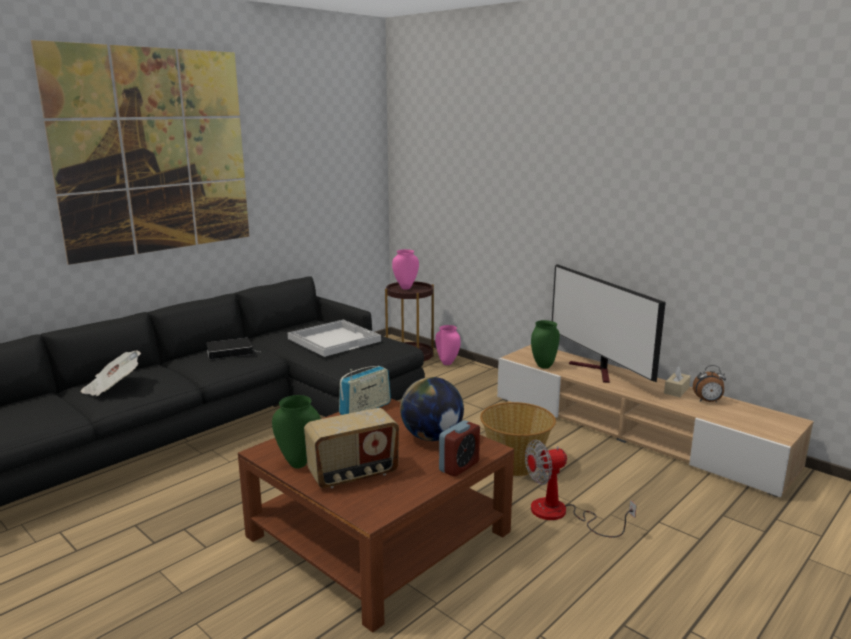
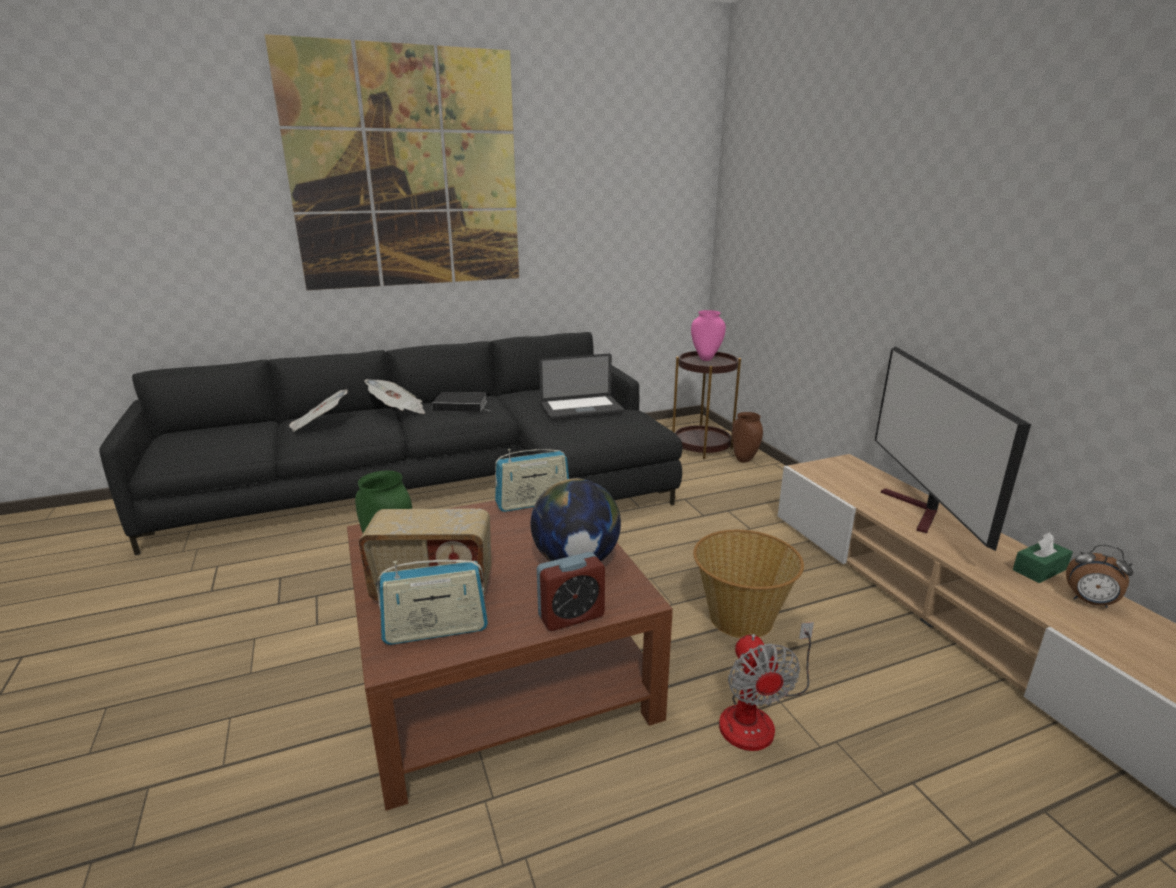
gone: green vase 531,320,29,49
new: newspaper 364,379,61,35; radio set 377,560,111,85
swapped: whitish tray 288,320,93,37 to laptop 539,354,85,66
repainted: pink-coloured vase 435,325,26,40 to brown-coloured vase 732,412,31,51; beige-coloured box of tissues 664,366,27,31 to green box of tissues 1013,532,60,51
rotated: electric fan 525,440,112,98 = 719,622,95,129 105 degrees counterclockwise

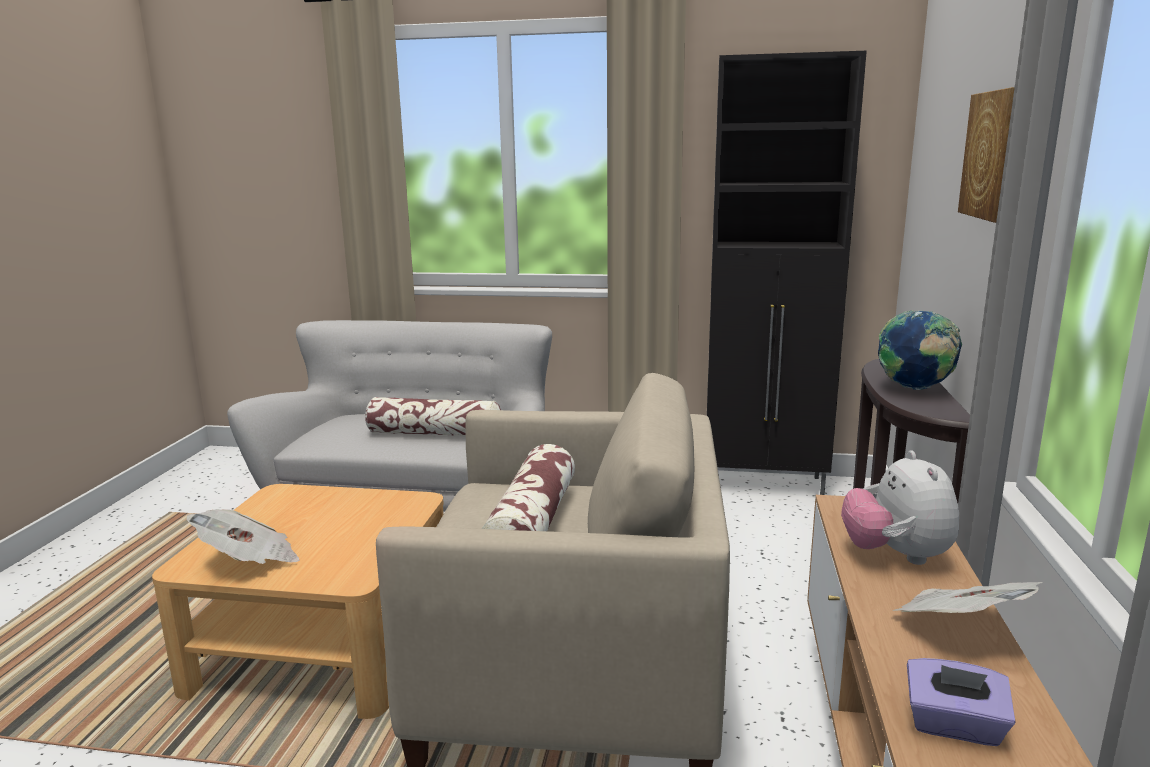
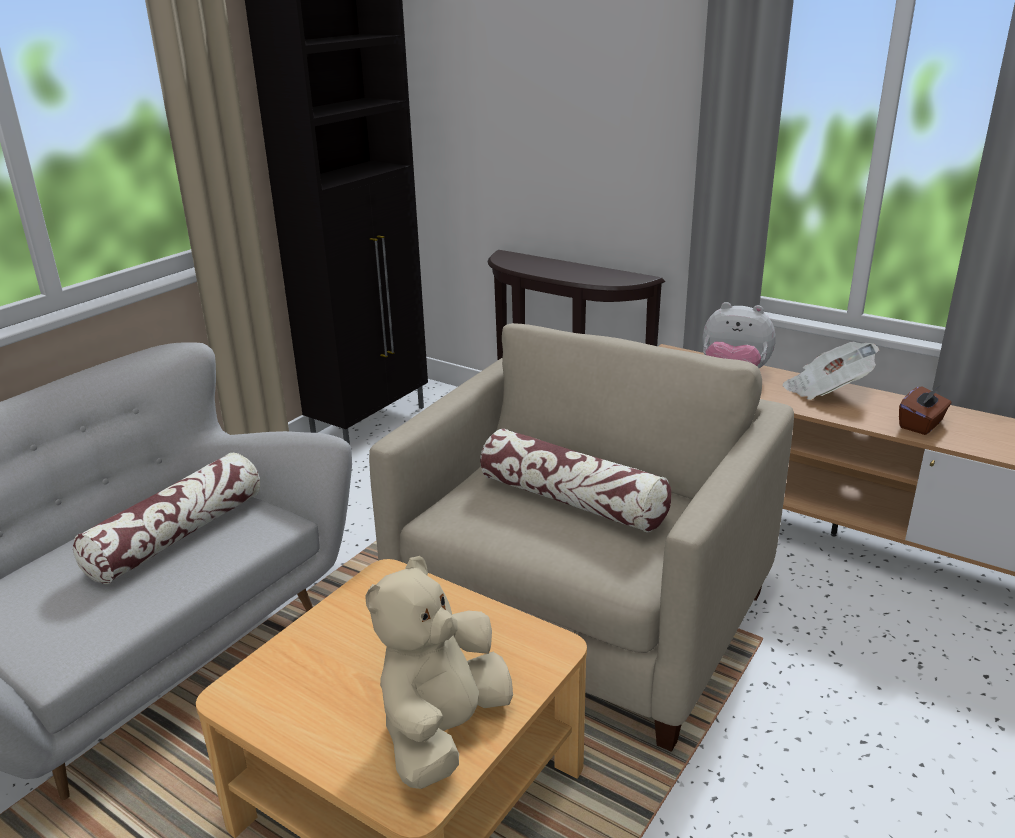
gone: globe 878,310,84,80; wall picture 958,87,57,136
swapped: newspaper 186,509,114,55 to beige-coloured cuddly toy 365,556,148,233
repainted: purplish box of tissues 907,658,109,88 to brown-coloured box of tissues 899,386,53,49

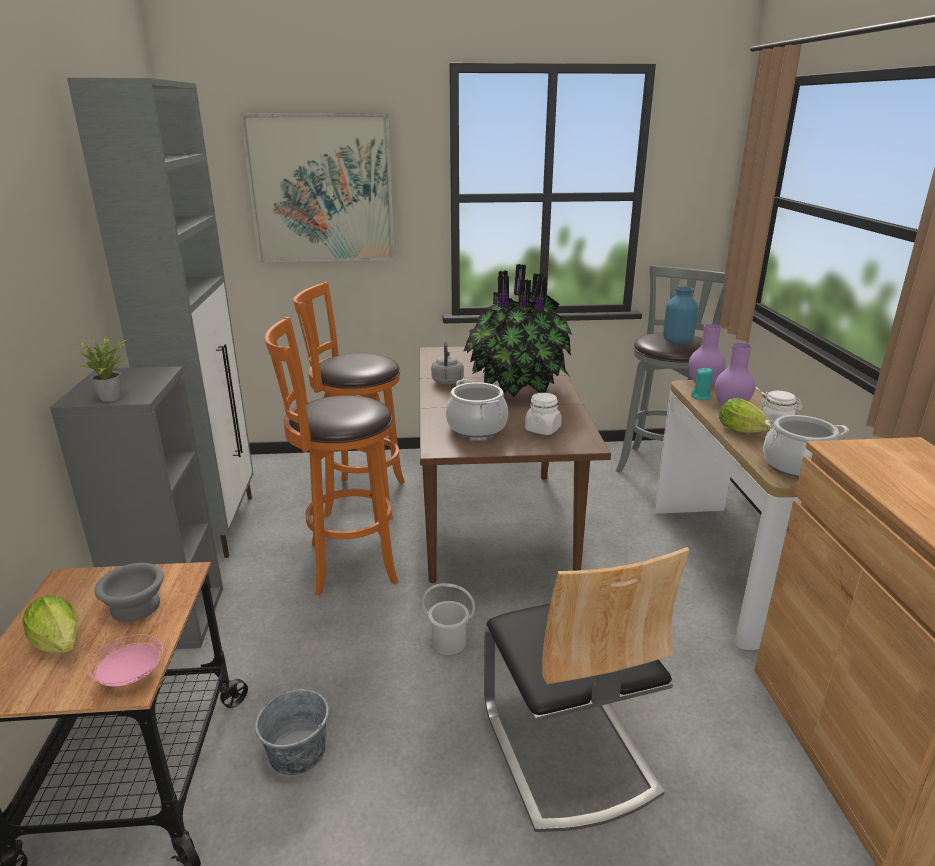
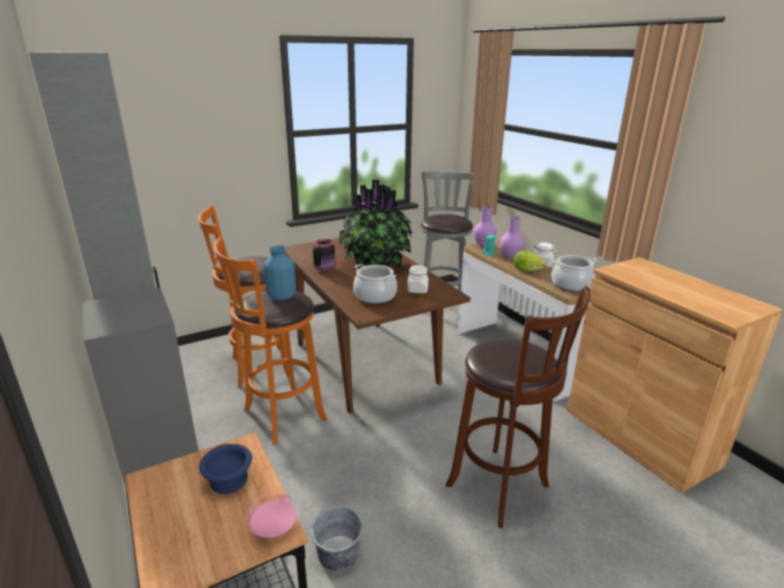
gone: head of lettuce 22,595,56,58; plant in a pot 75,336,53,66; wall picture 240,114,155,148; whitish water bucket 422,583,53,72
shifted: blue vase 663,286,35,58 to 264,246,32,55
swapped: gray kettle 431,342,33,42 to black-coloured preserve jar 313,239,22,33; upright chair 484,547,206,285 to brown-coloured stool seat 446,286,144,242
repainted: gray deep dish 94,563,70,59 to blue deep dish 199,444,53,50

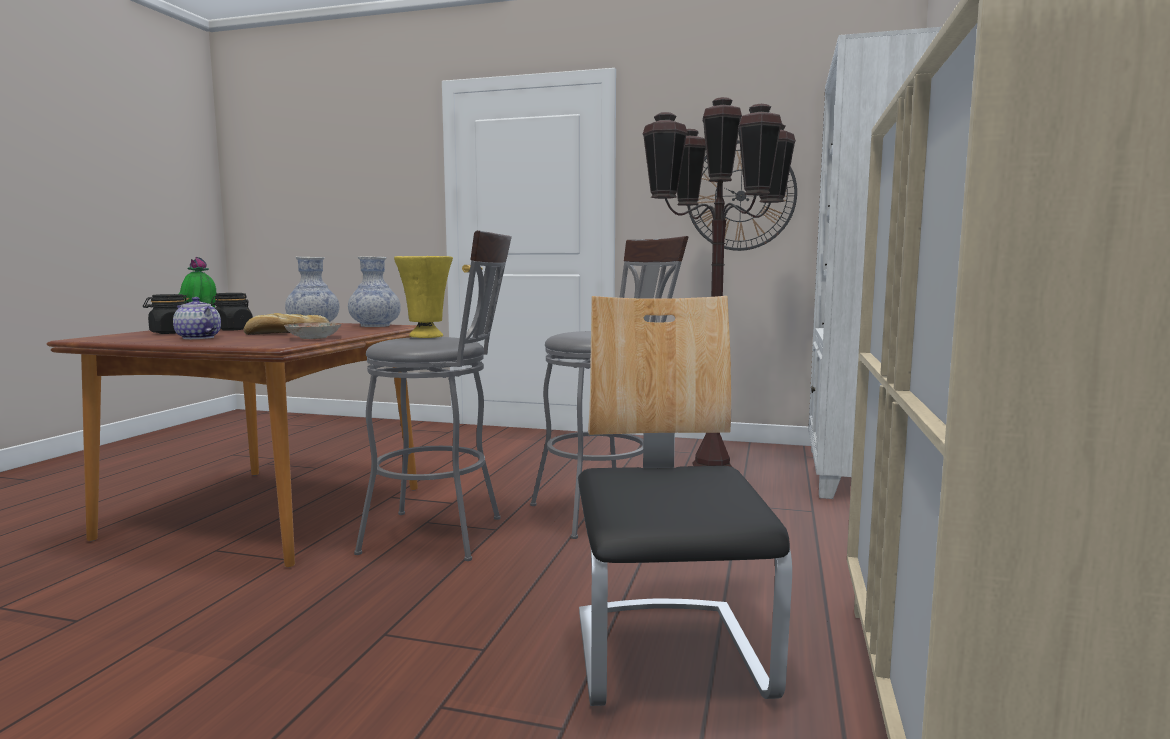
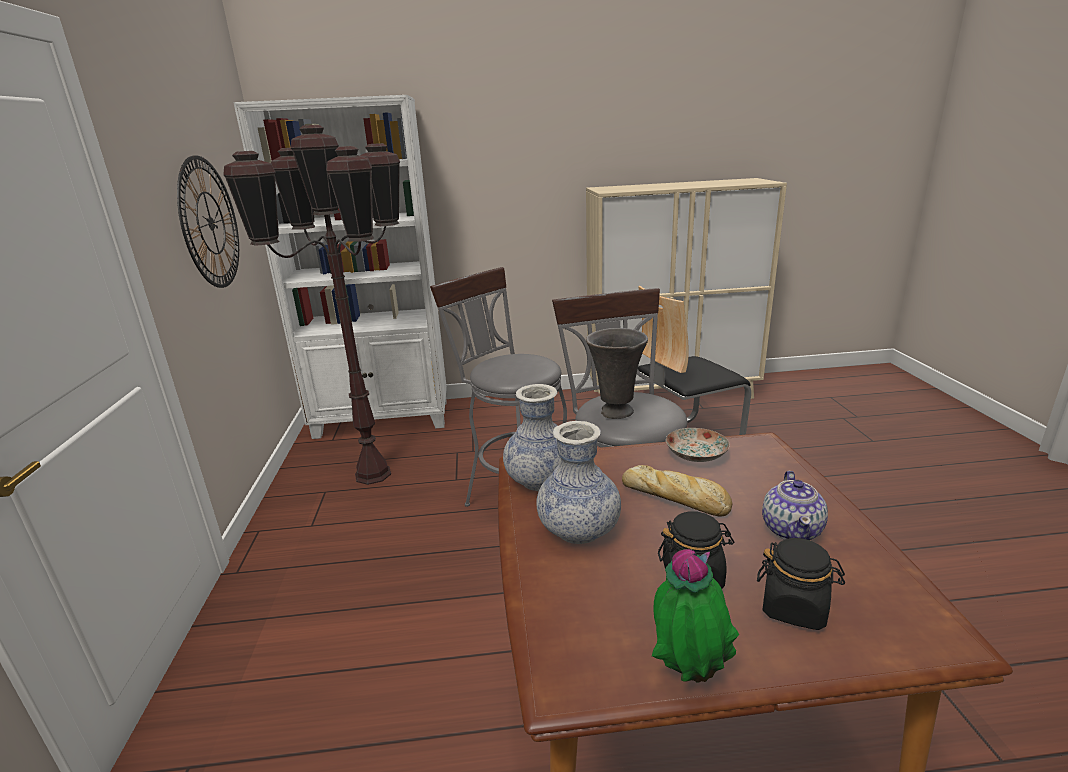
repainted: yellow vase 394,256,59,82 to gray vase 586,328,62,91

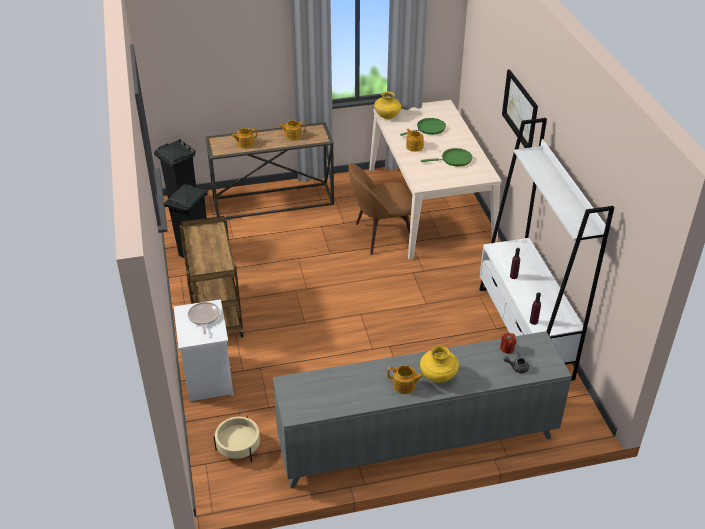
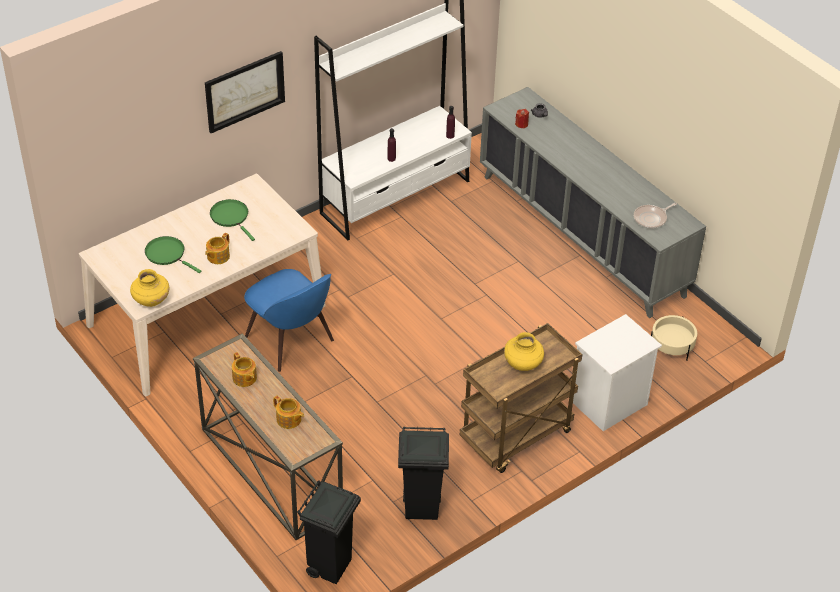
gone: pot for tea 387,365,37,29
shifted: skillet 188,302,32,32 to 634,203,43,26; yellow vase 420,346,39,37 to 504,332,40,39
repainted: brown-coloured upright chair 348,163,64,92 to blue upright chair 244,269,90,103

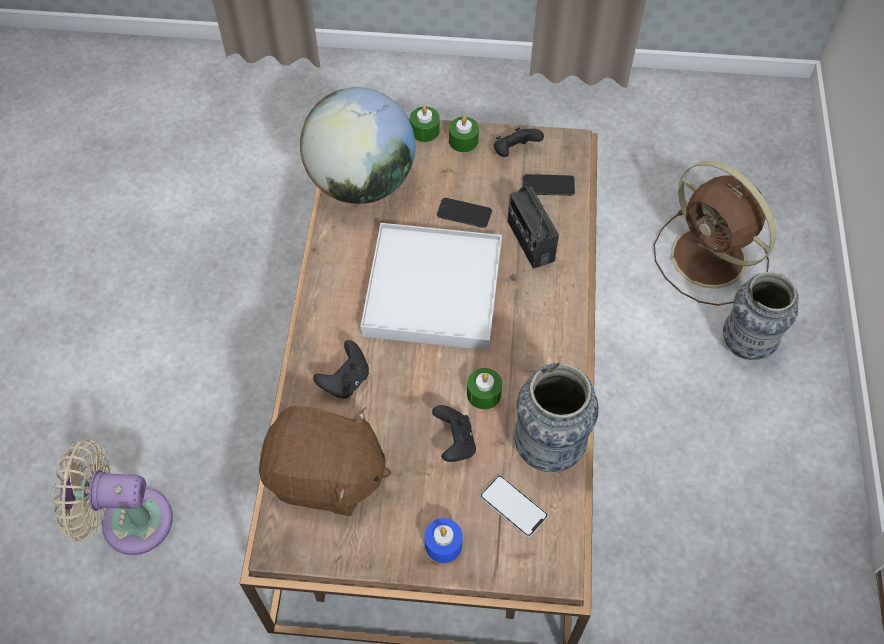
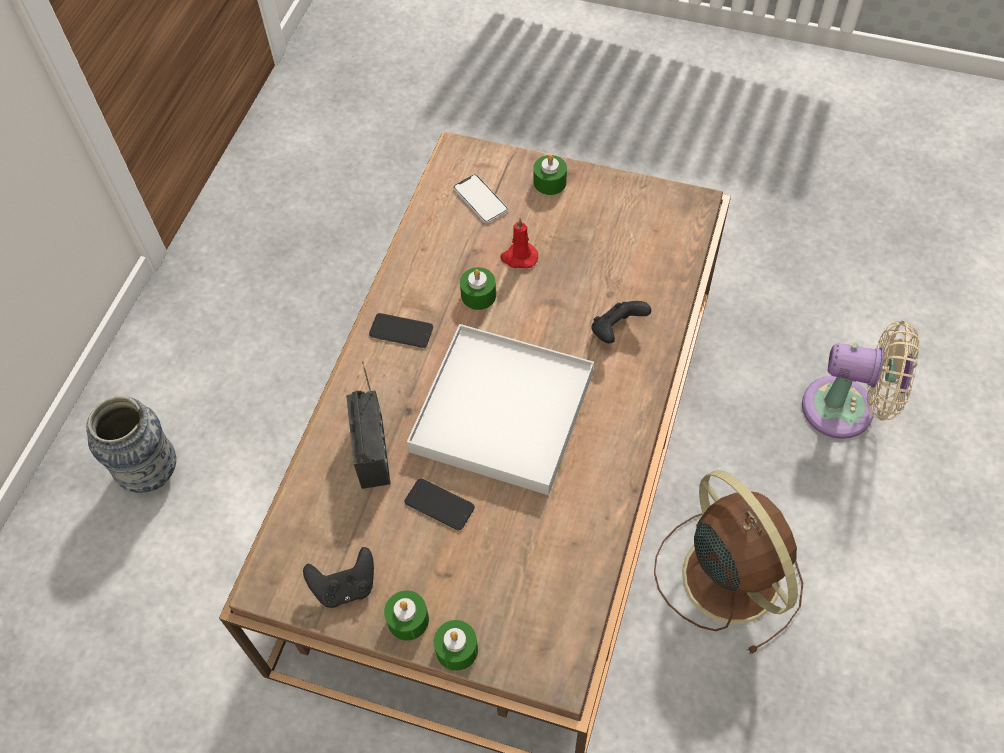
gone: brown-coloured cuddly toy 259,406,132,110; globe 300,87,115,117; vase 514,363,85,109
shifted: handset 523,174,52,22 to 369,313,64,35; brown-coloured electric fan 654,161,122,145 to 654,470,149,184
swapped: black-coloured joypad 432,405,44,57 to red-coloured wax candle 500,218,38,50
repainted: blue wax candle 424,518,39,45 to green wax candle 533,155,34,40

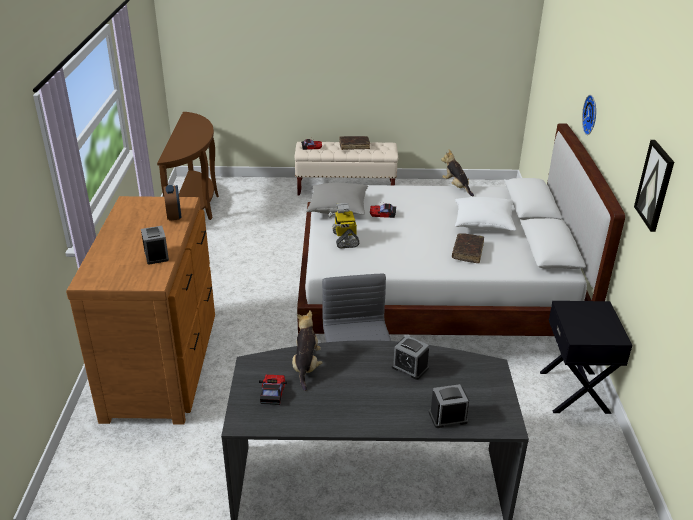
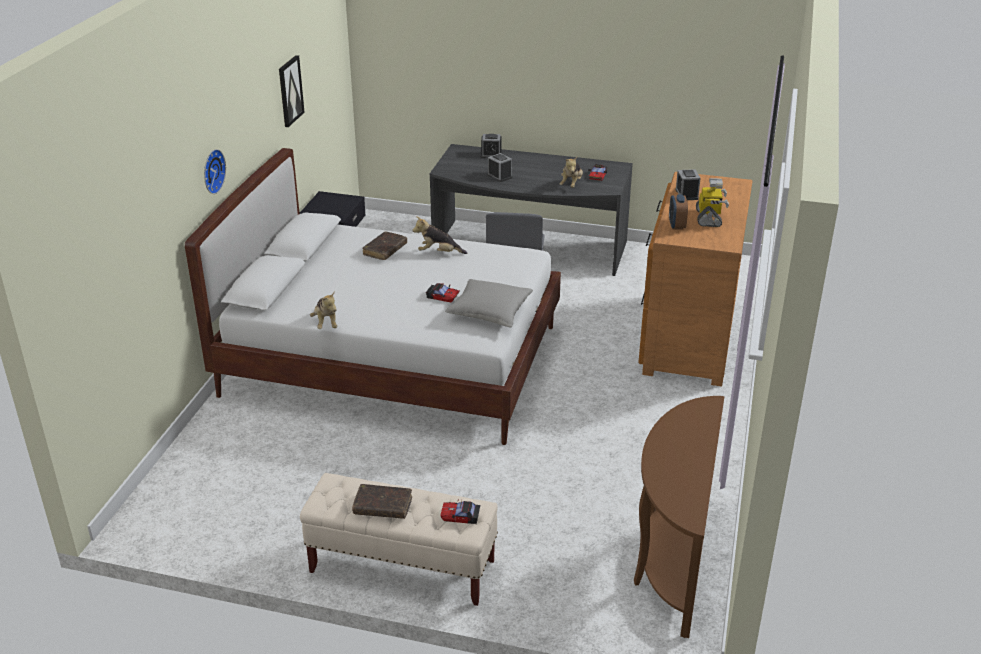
gone: whitish throw pillow 455,197,61,34
new: cuddly toy 412,216,55,38
shifted: model robot 328,203,31,45 to 696,178,33,49

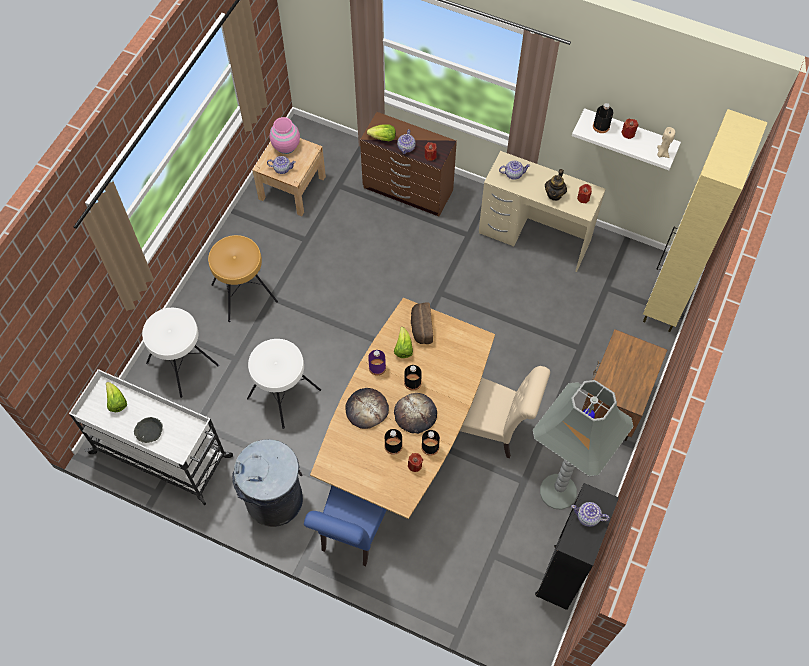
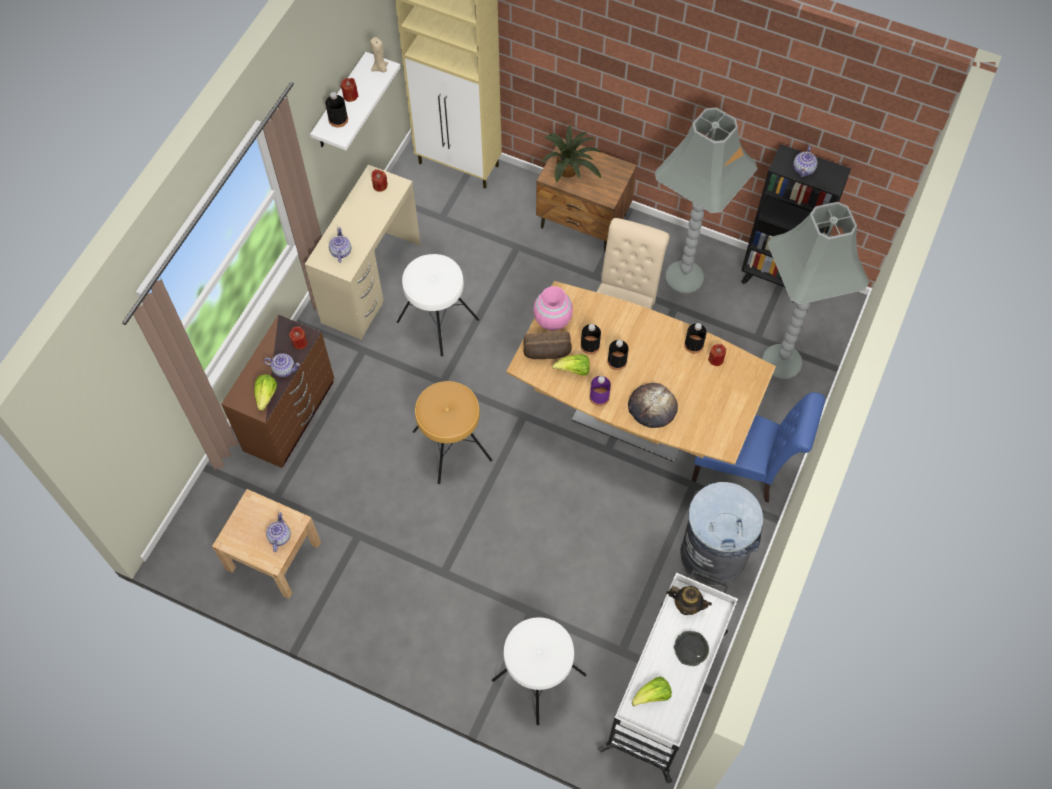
gone: bakery bread 394,393,43,41
new: plant in a pot 541,125,60,58; gray standing lamp 762,202,107,177
shifted: brown-coloured stool seat 208,235,70,87 to 413,381,79,103; whitish stool seat 247,339,74,90 to 397,254,82,102; pink-coloured vase 269,117,31,37 to 533,286,40,45; black-coloured bottle 385,429,18,26 to 580,324,21,30; pot for tea 545,169,22,32 to 667,586,45,29

